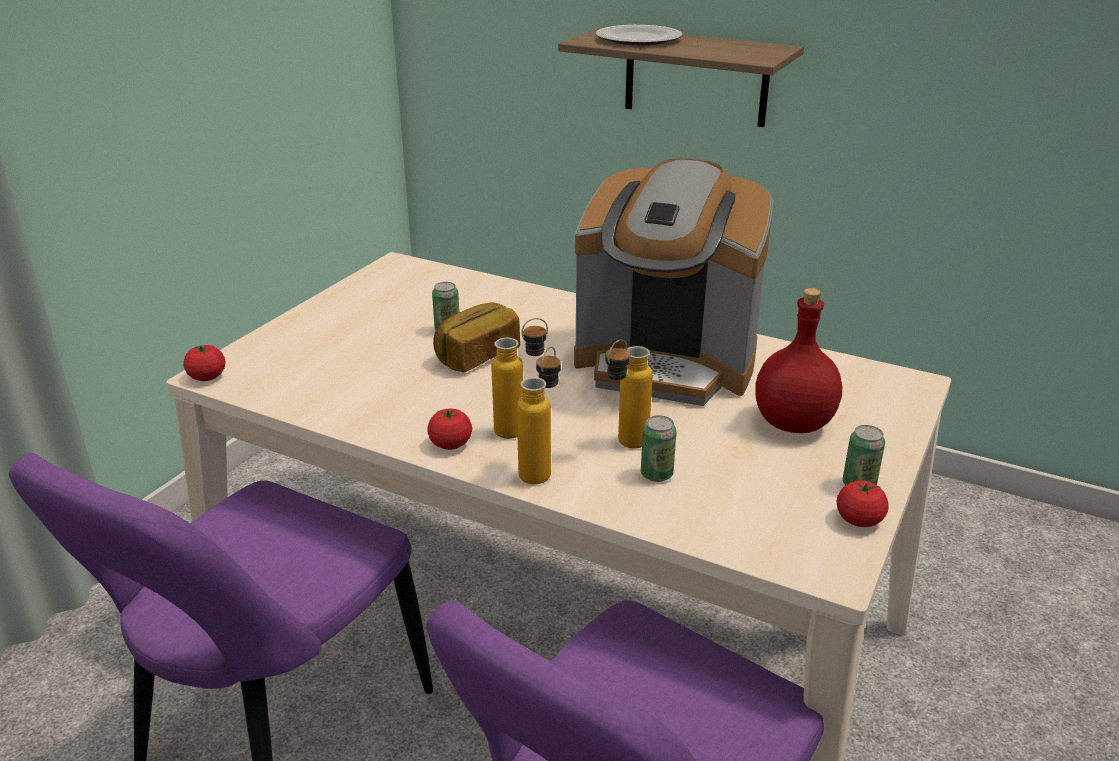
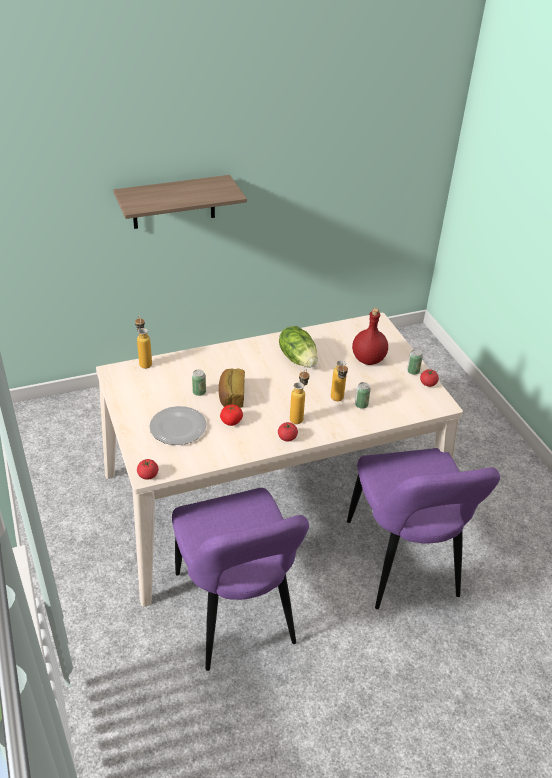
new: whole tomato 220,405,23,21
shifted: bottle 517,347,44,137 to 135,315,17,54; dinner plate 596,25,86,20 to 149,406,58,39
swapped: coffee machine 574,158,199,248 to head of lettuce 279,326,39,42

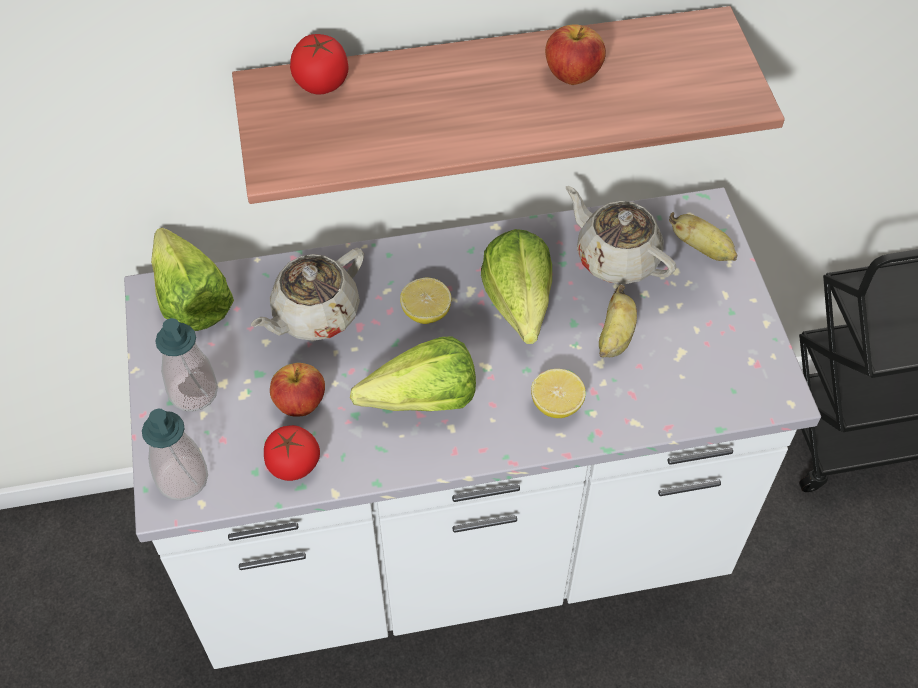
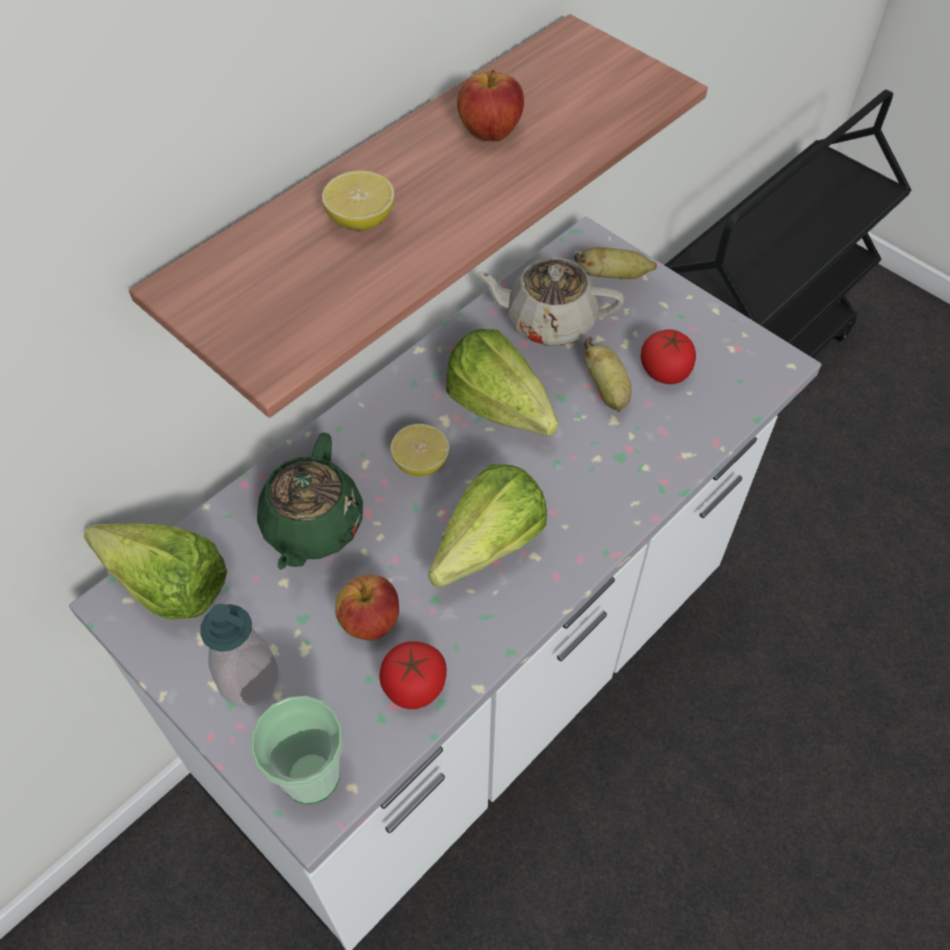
shifted: whole tomato 290,34,59,61 to 641,329,55,55; citrus fruit 531,369,55,49 to 322,171,73,60
swapped: liquid soap bottle 142,408,66,93 to small cup 251,696,92,108
repainted: beige-coloured pot for tea 251,248,113,93 to green pot for tea 257,432,106,138

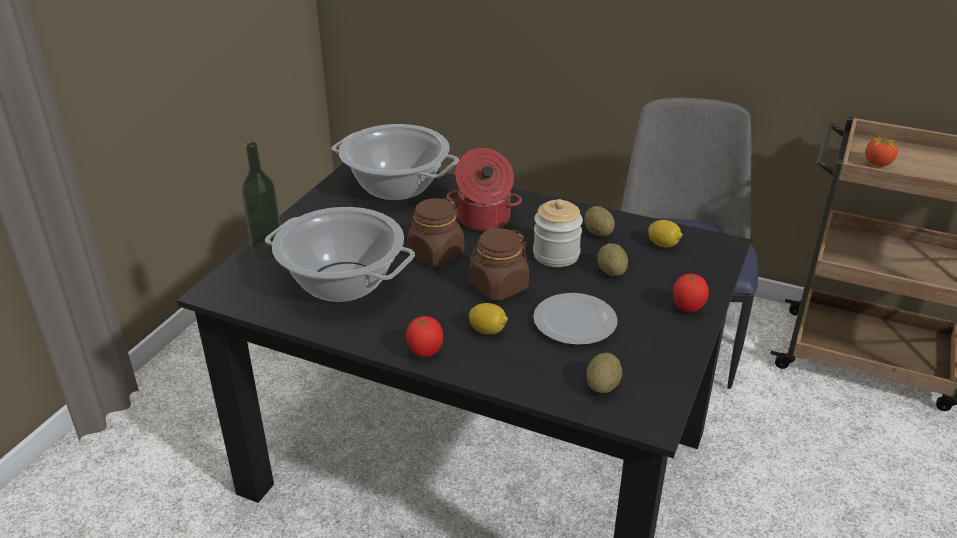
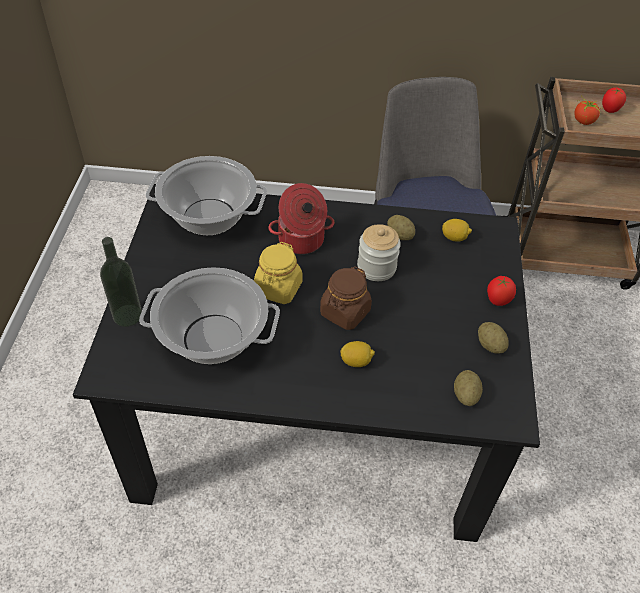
gone: dinner plate 533,293,85,52
shifted: whole tomato 406,316,37,41 to 602,87,24,26; potato 597,243,31,33 to 478,322,31,32
repainted: brown-coloured preserve jar 407,198,57,69 to yellow preserve jar 254,242,48,62

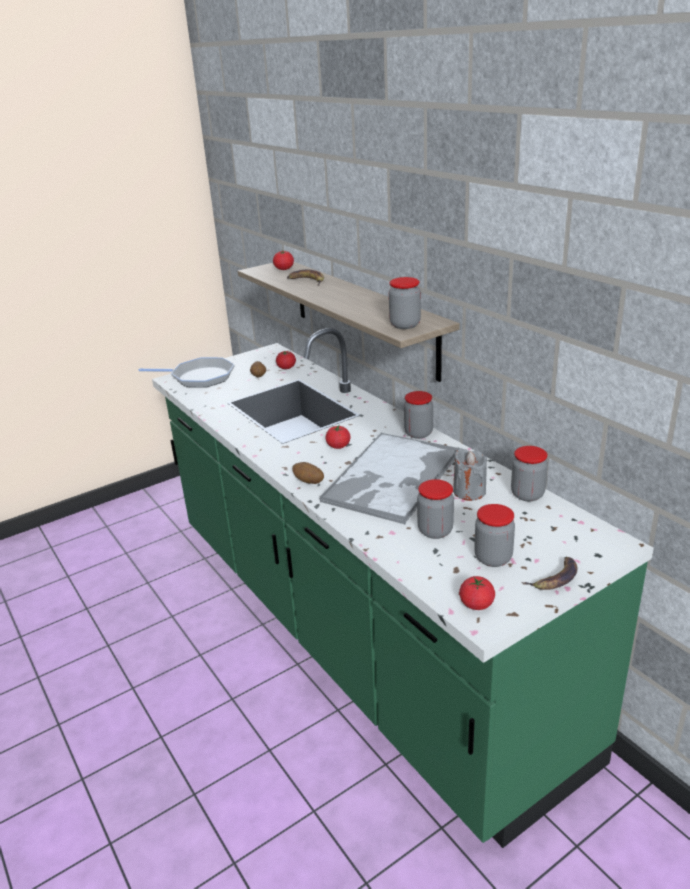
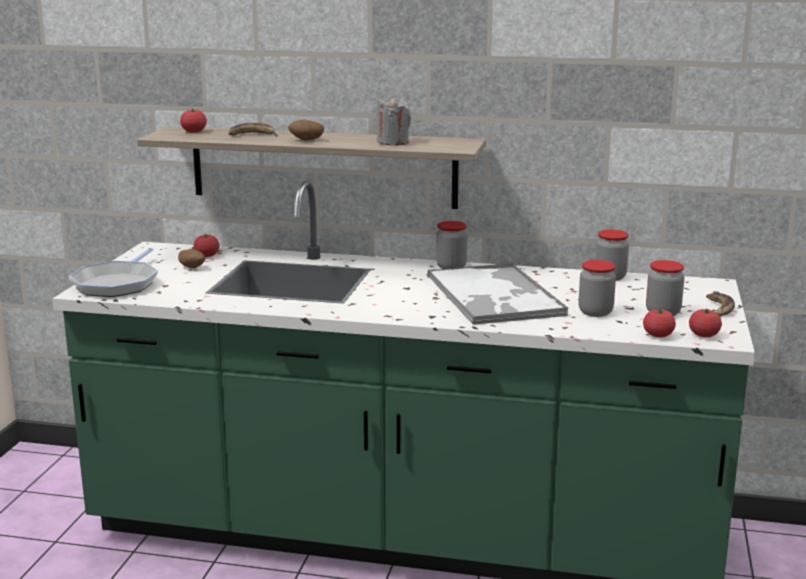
gone: preserve jar 389,277,32,52
shifted: potato 292,462,32,22 to 288,120,36,21; whole tomato 325,426,26,23 to 643,308,33,29; gray wax candle 453,448,34,53 to 377,96,34,50
rotated: skillet 138,357,97,31 = 69,248,89,49 135 degrees clockwise

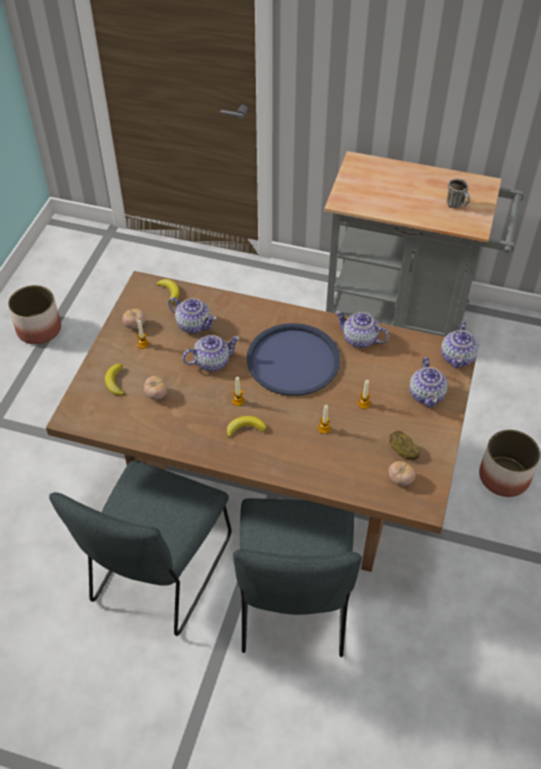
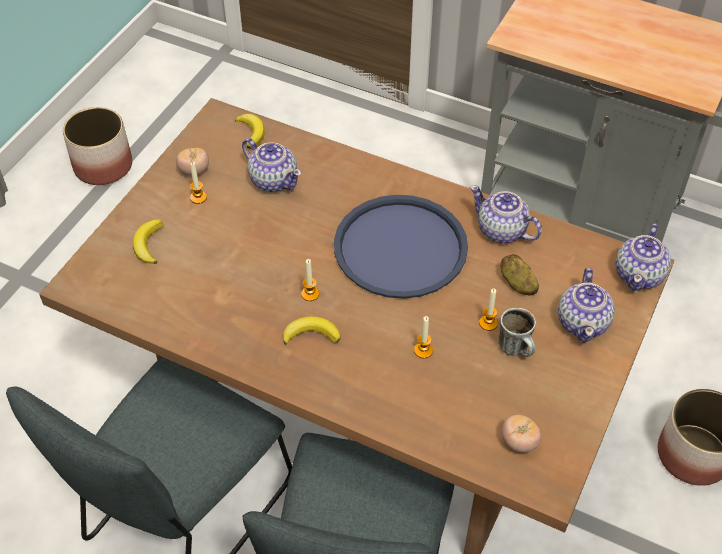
gone: whole tomato 144,376,23,24; pot for tea 182,335,58,36
shifted: potato 389,431,31,29 to 500,254,39,41; mug 446,179,24,29 to 498,308,38,49

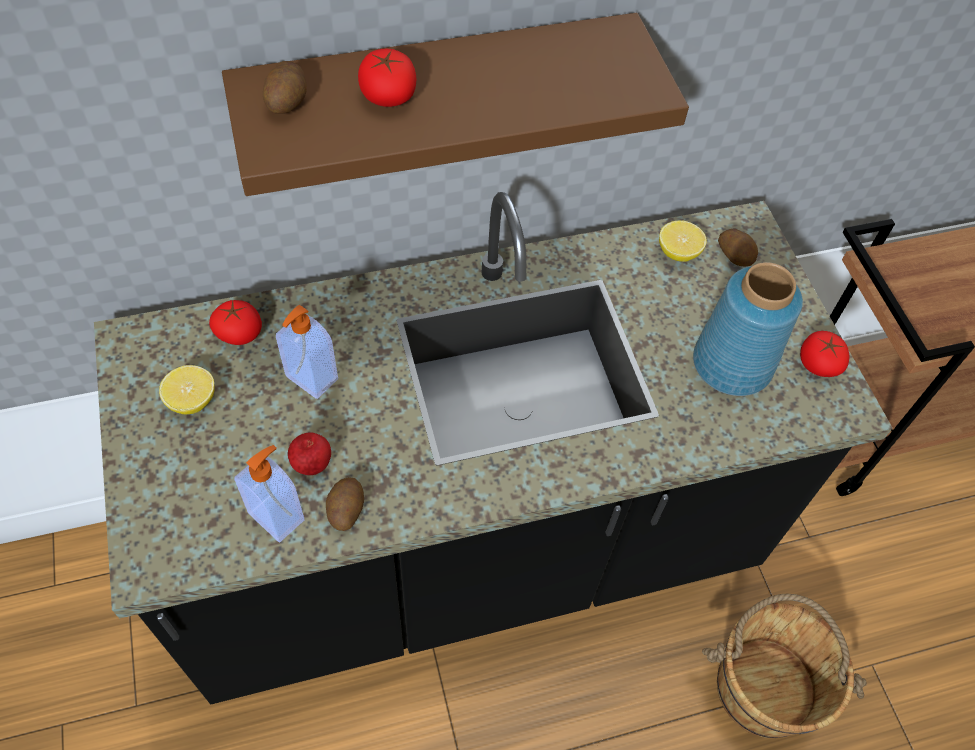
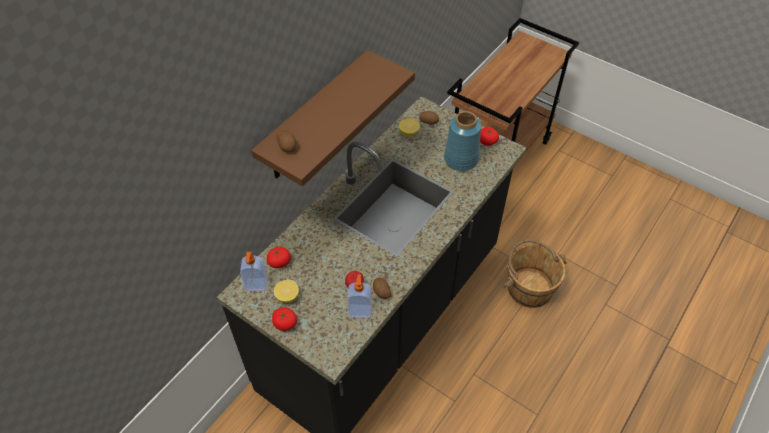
shifted: liquid soap bottle 276,305,62,94 to 240,252,28,39; whole tomato 358,49,58,58 to 272,307,25,24

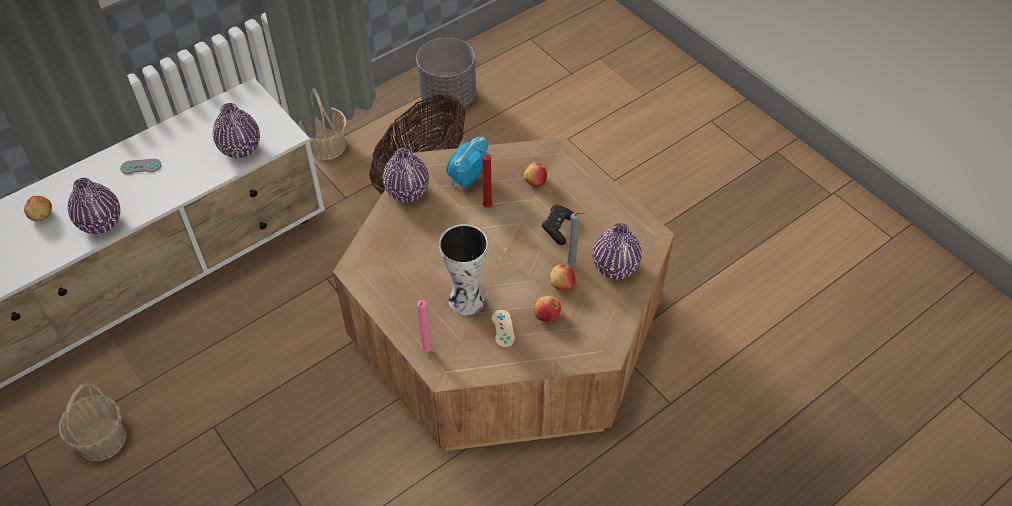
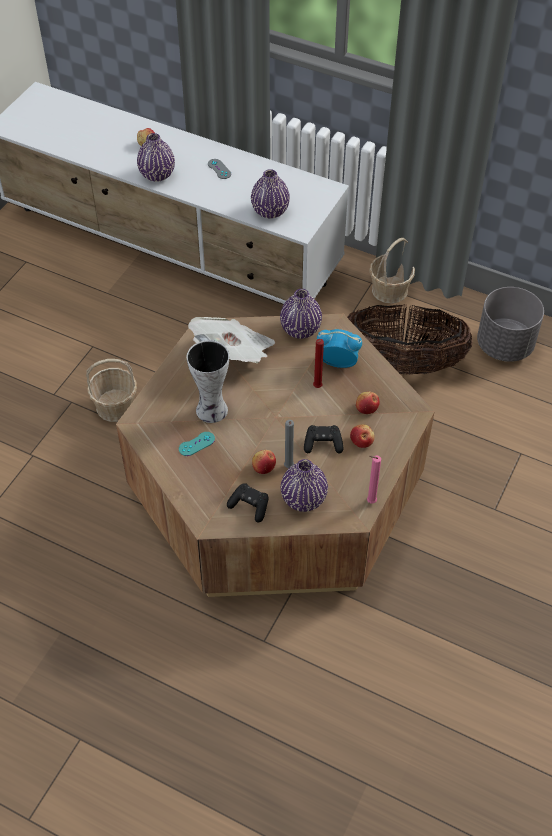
new: newspaper 188,317,87,46; black-coloured joypad 227,483,42,40
shifted: household basket 58,382,68,79 to 86,359,51,63; pink-coloured wax candle 417,300,15,52 to 367,456,14,47; apple 534,296,27,26 to 350,425,25,23
repainted: beige-coloured joypad 492,310,23,37 to blue-green joypad 179,432,36,24

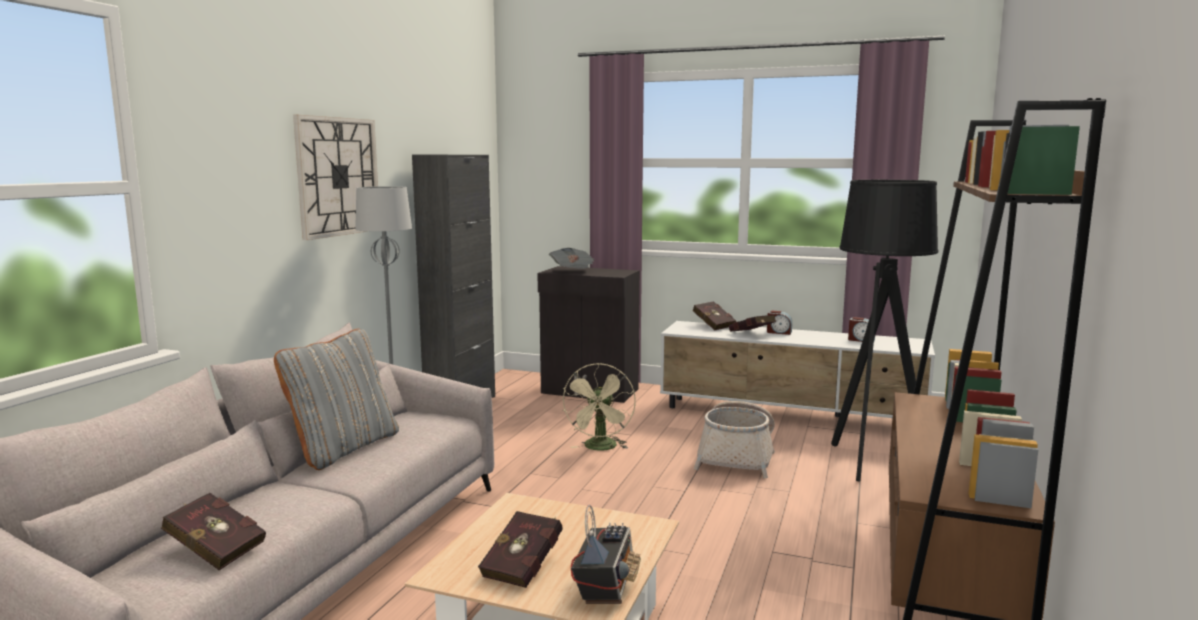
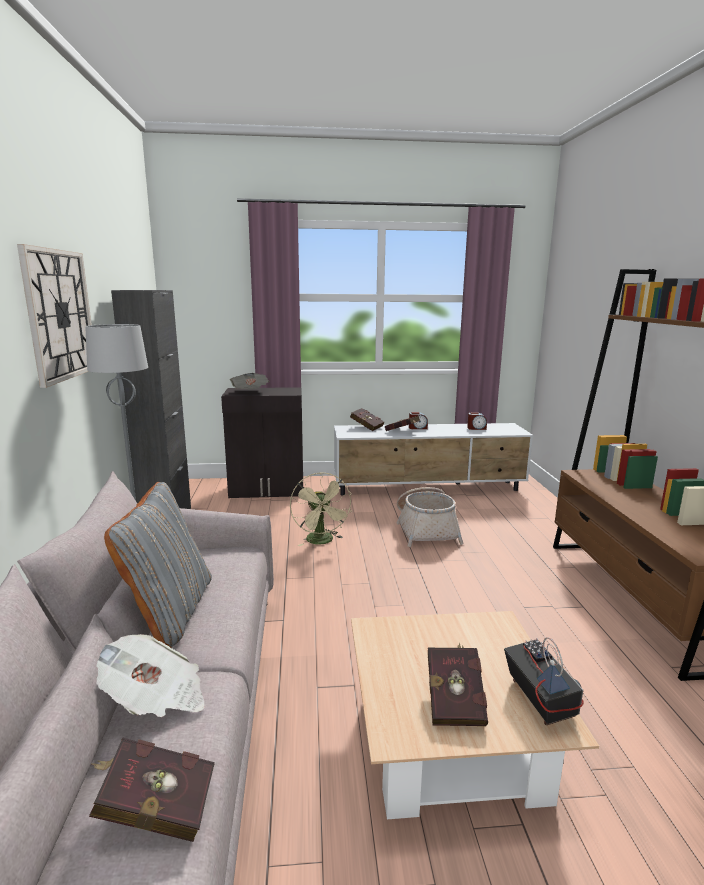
gone: black-coloured standing lamp 831,180,107,302
new: newspaper 96,634,109,83

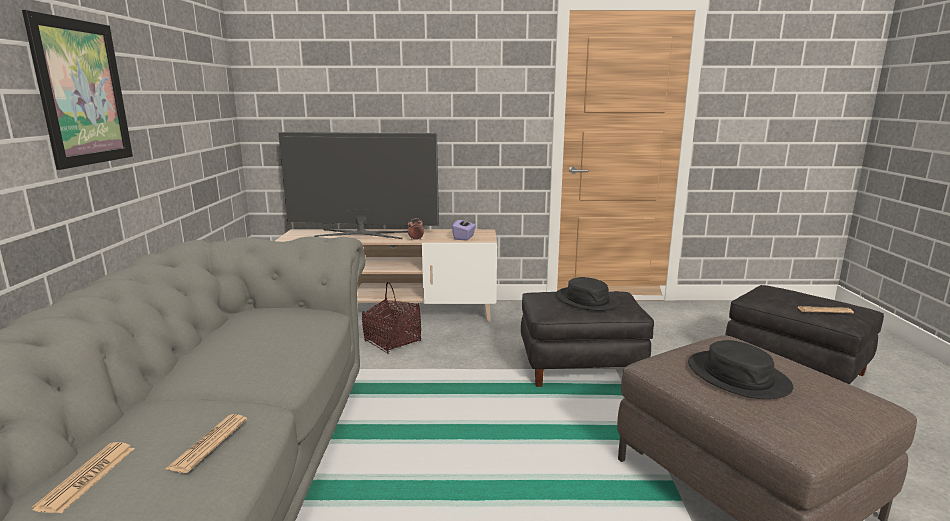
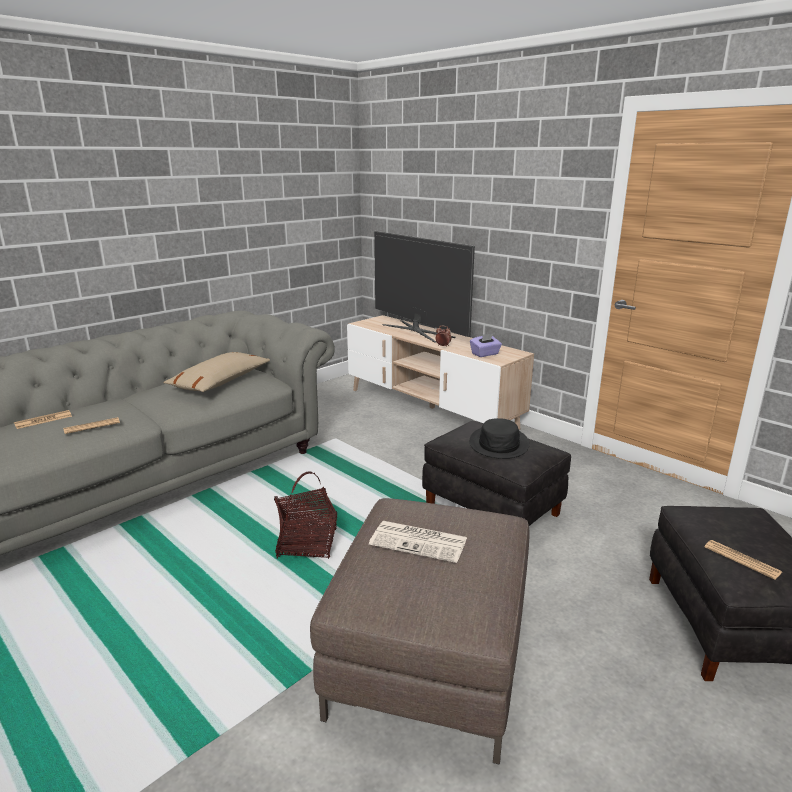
gone: wall picture 22,10,111,160
new: beige-coloured throw pillow 163,352,107,40
shifted: household basket 362,282,59,72 to 274,471,63,88
swapped: black-coloured wearable hat 688,340,105,59 to newspaper 369,521,98,42

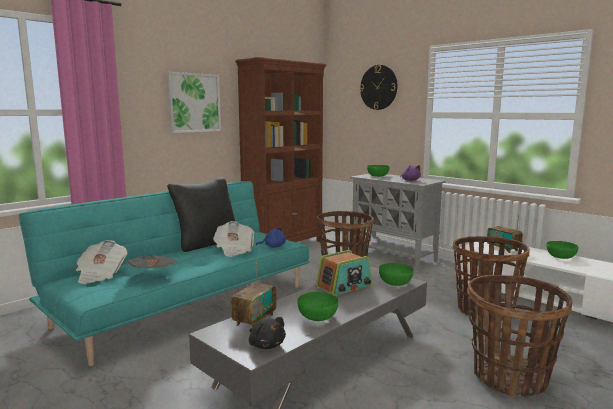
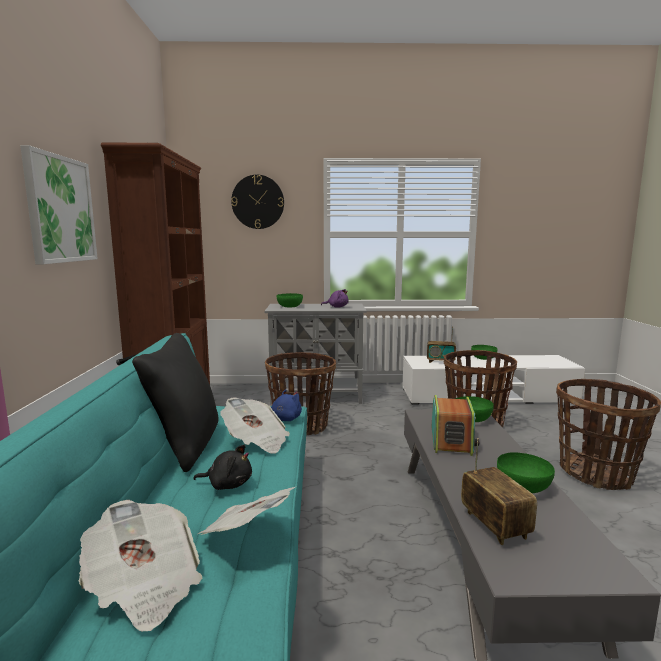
shifted: black-coloured cuddly toy 249,317,37,32 to 193,445,59,45

